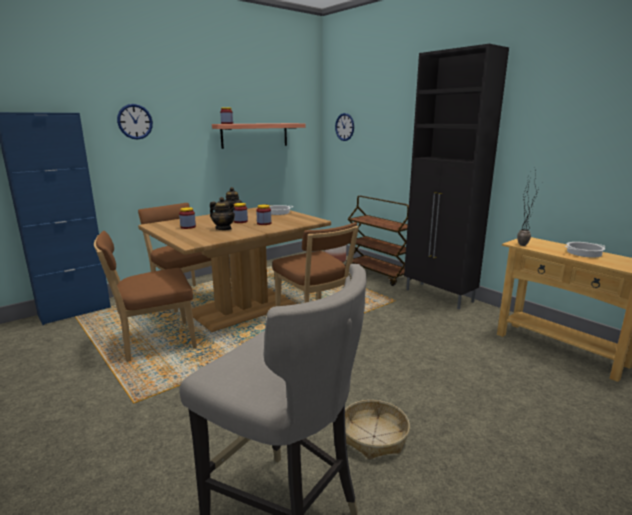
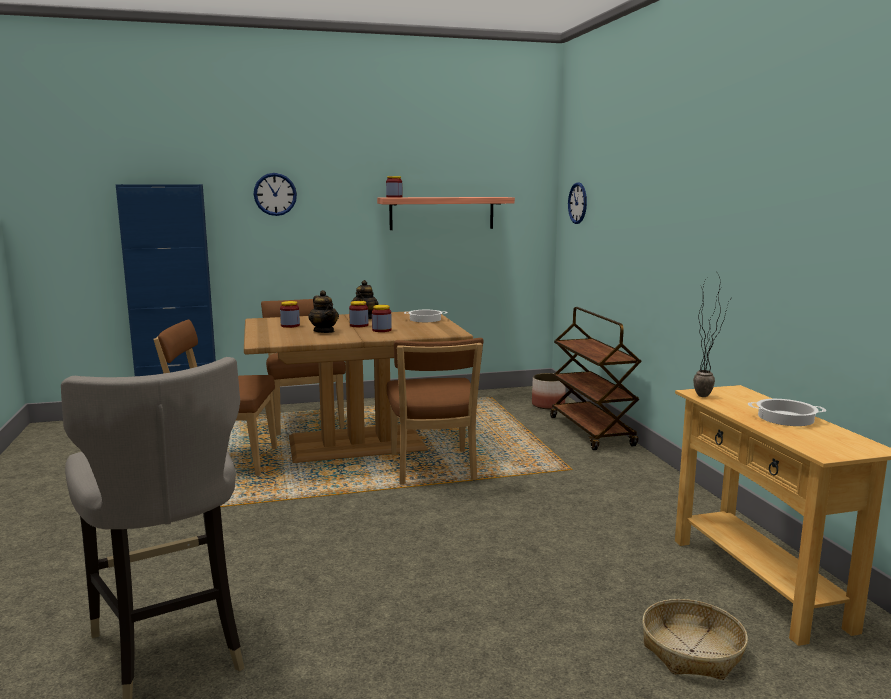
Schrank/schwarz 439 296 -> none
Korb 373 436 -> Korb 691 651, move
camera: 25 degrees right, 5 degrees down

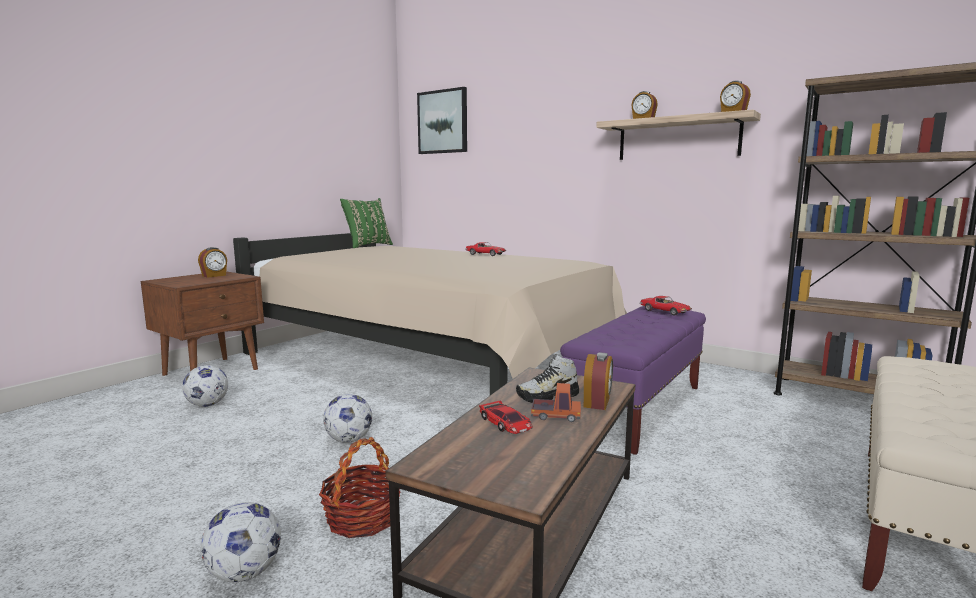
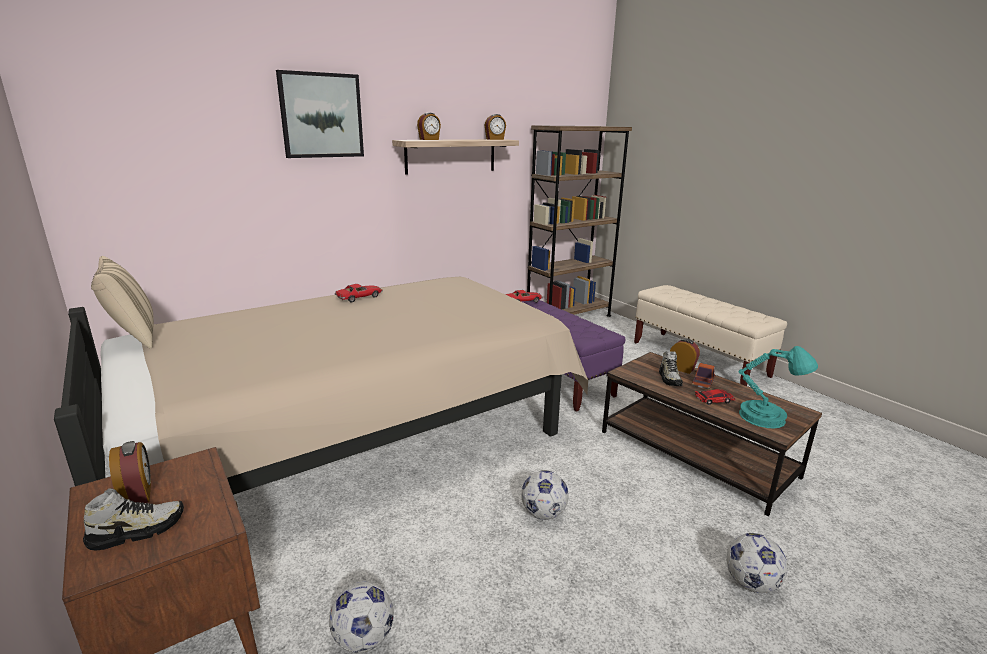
Bild 443 122 -> Bild 321 115, move
Kissen/grün 367 246 -> Kissen/beige 133 338
Korb 362 518 -> none
none -> Tischlampe/türkis 766 418
none -> Schuh 137 531
camera: 70 degrees left, 10 degrees up

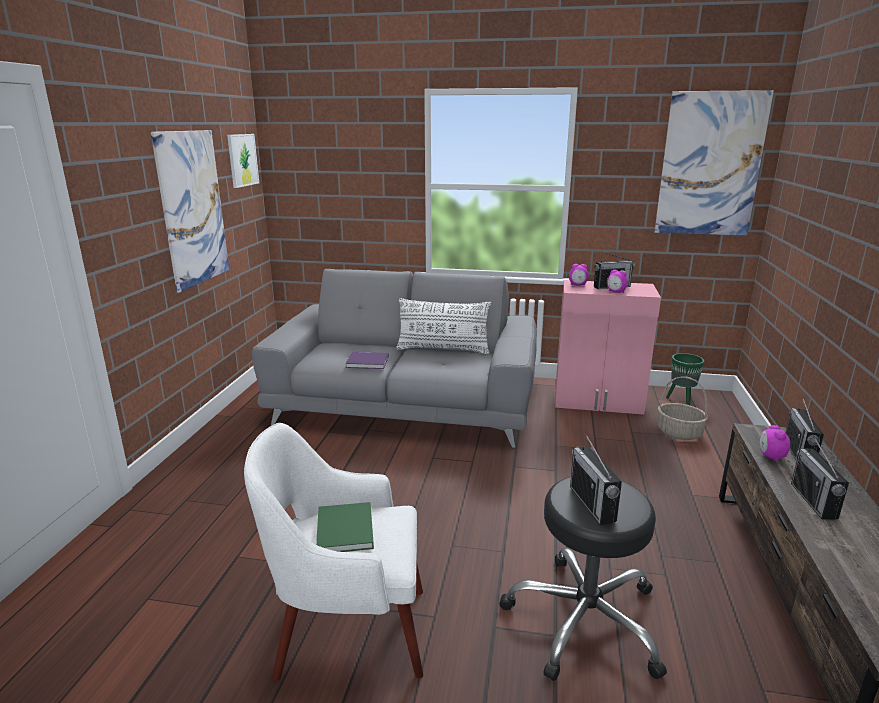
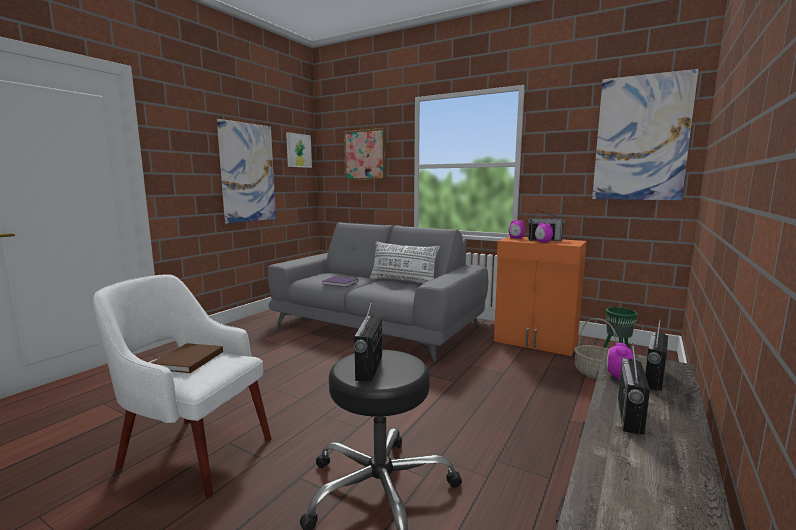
Schrank/rosa 598 401 -> Schrank/orange 535 342
Buch/grün 345 531 -> Buch/braun 187 360
none -> Bild 365 155
camera: 20 degrees right, 10 degrees down

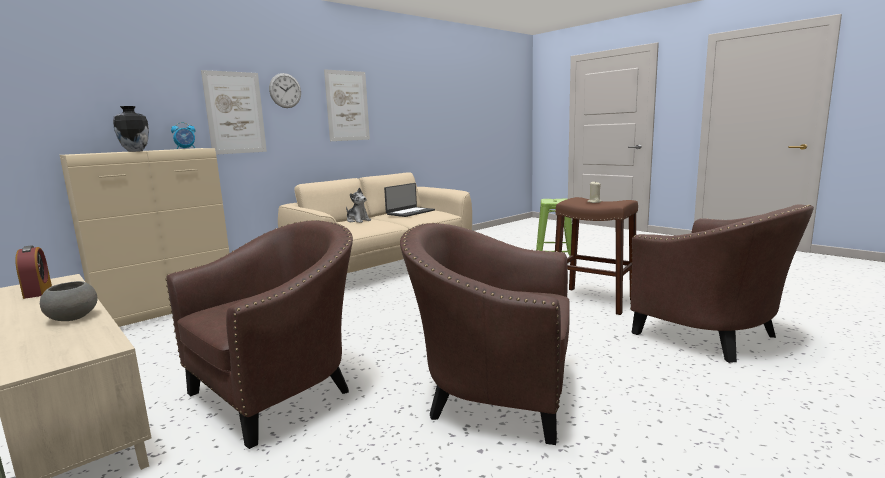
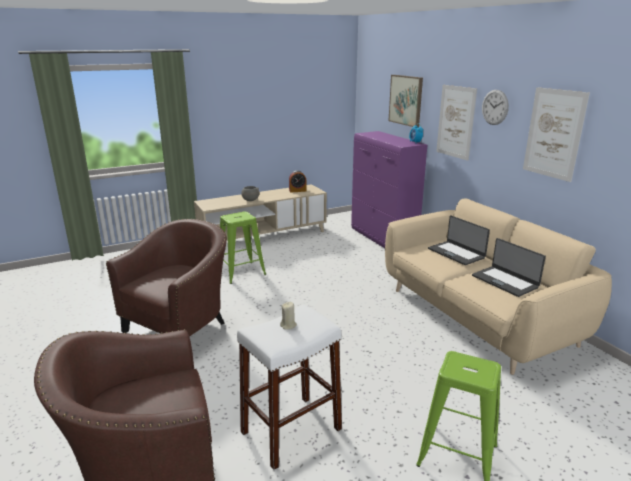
Vase 135 151 -> none
Schrank/beige 169 310 -> Schrank/lila 383 240
Plüschtier 358 220 -> Laptop 456 253
Hocker/braun 593 300 -> Hocker/weiß 291 430
Sessel/braun 280 391 -> Hocker/grün 242 272
none -> Bild 406 100
camera: 105 degrees right, 10 degrees up

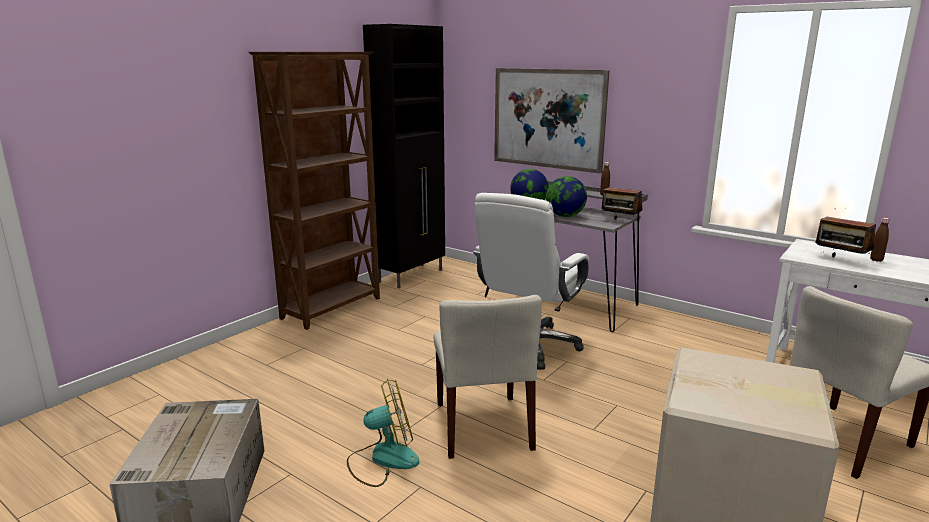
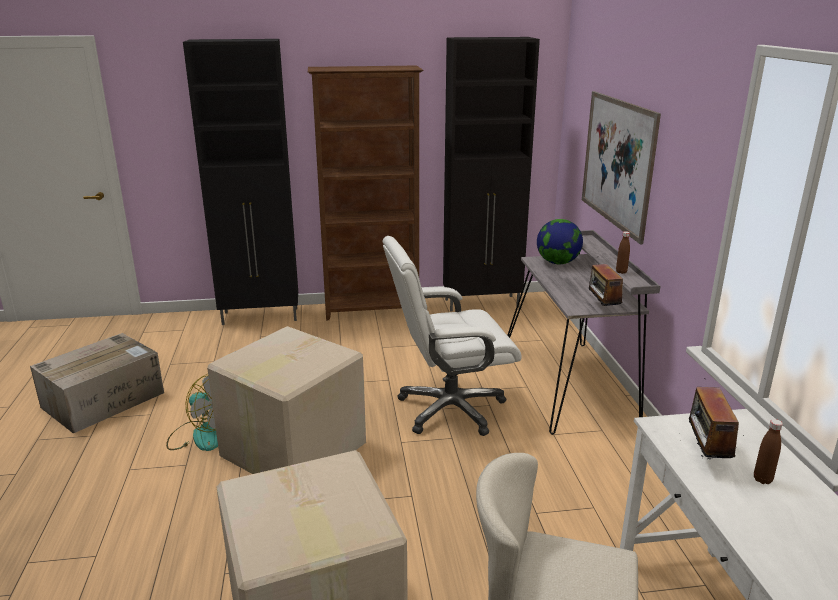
Globus 565 216 -> none
Stuhl/beige 483 426 -> Karton 291 450
none -> Schrank/schwarz 261 316
camera: 45 degrees right, 5 degrees up

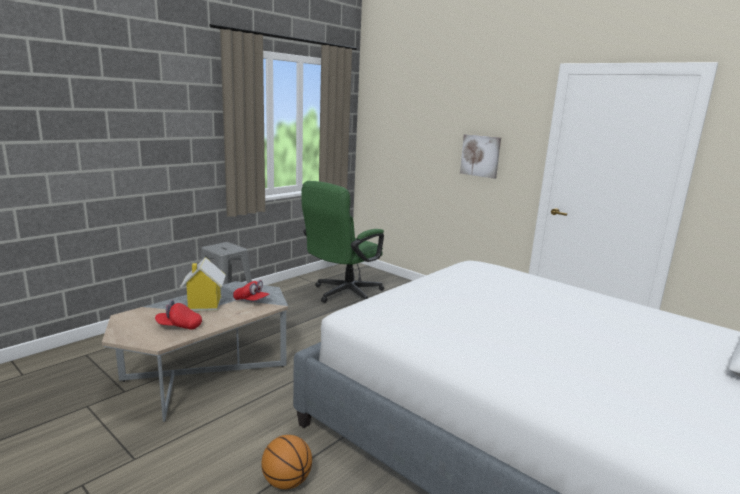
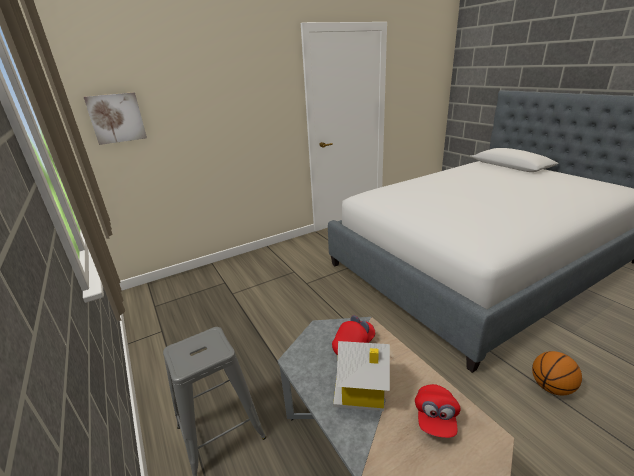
Bild 480 156 -> Bild 116 118, move
Bürostuhl/grün 342 294 -> none
camera: 70 degrees left, 10 degrees up

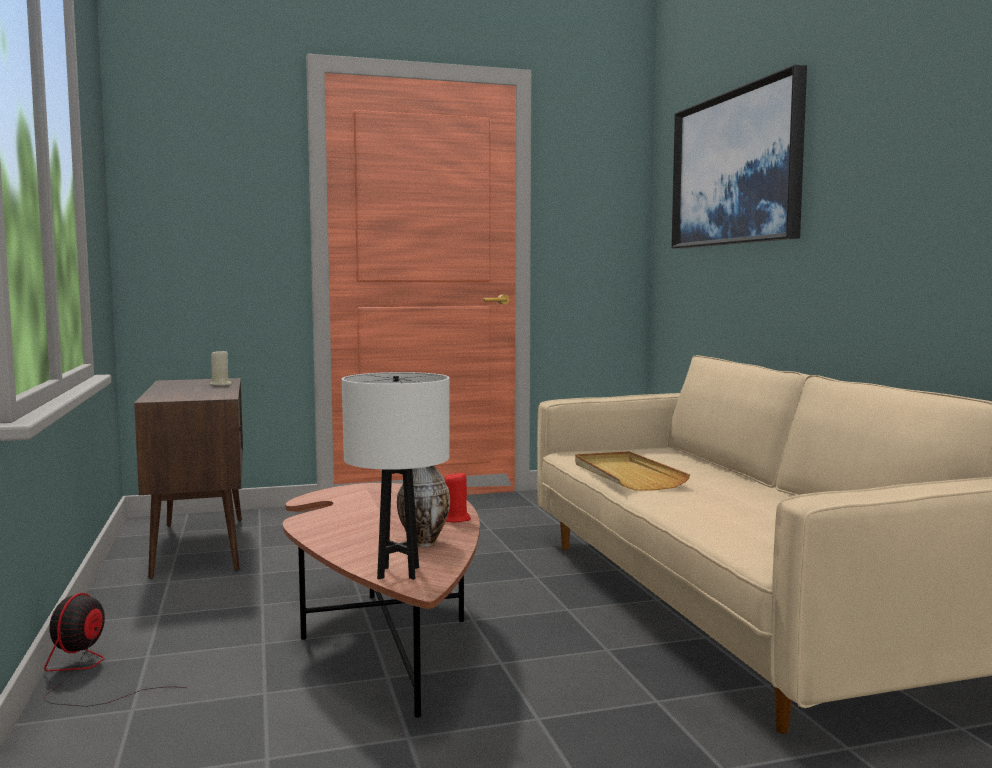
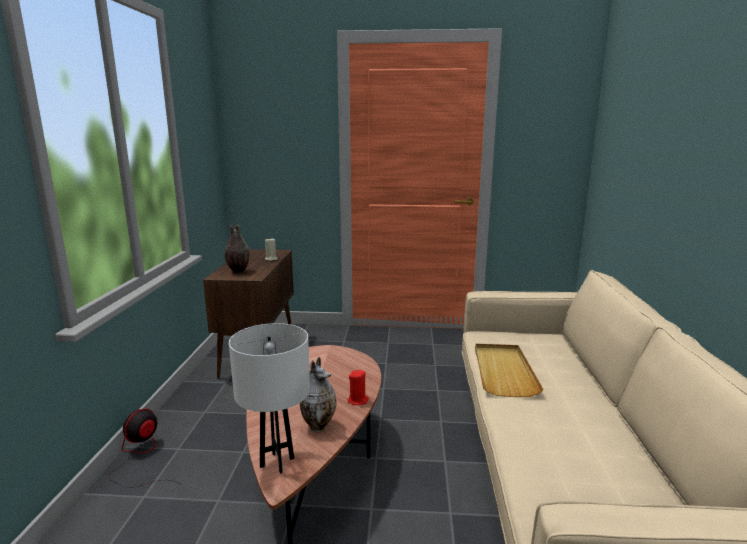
Bild 736 169 -> none
none -> Vase 238 272
camera: 20 degrees right, 10 degrees up

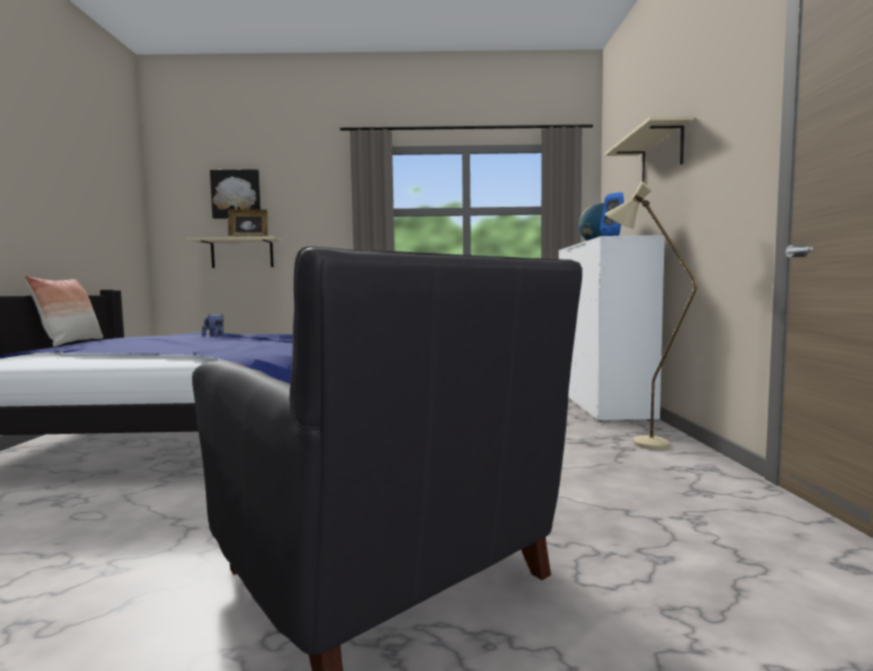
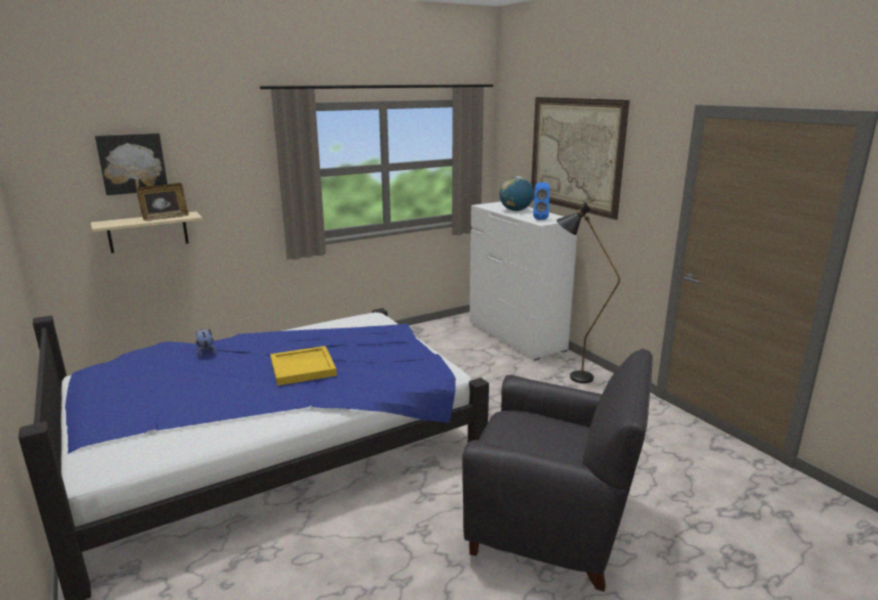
Wandregal/beige 661 155 -> Bild 575 154
Stehlampe/beige 638 441 -> Stehlampe/schwarz 572 377
Kissen 71 343 -> none
none -> Tablett/gelb 303 367
camera: 30 degrees left, 15 degrees up

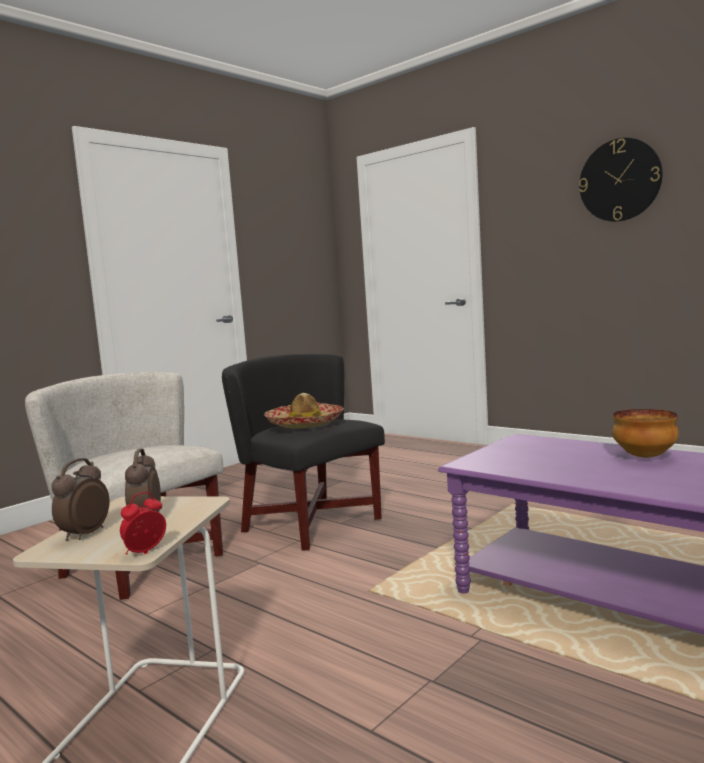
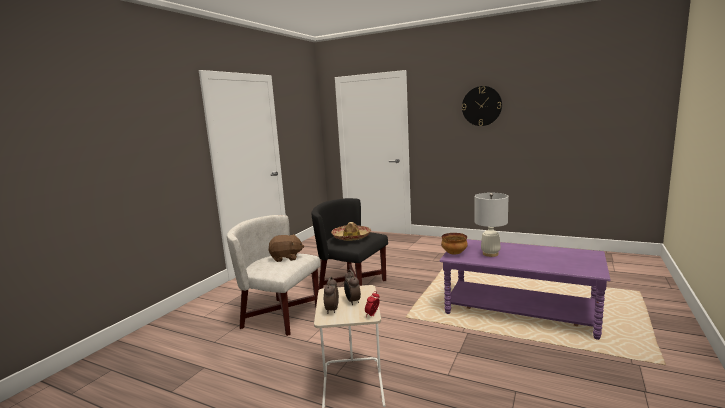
Schüssel 644 456 -> Schüssel 454 253, move
none -> Tischlampe/weiß 490 254
none -> Plüschtier/braun 286 258
camera: 15 degrees left, 5 degrees up

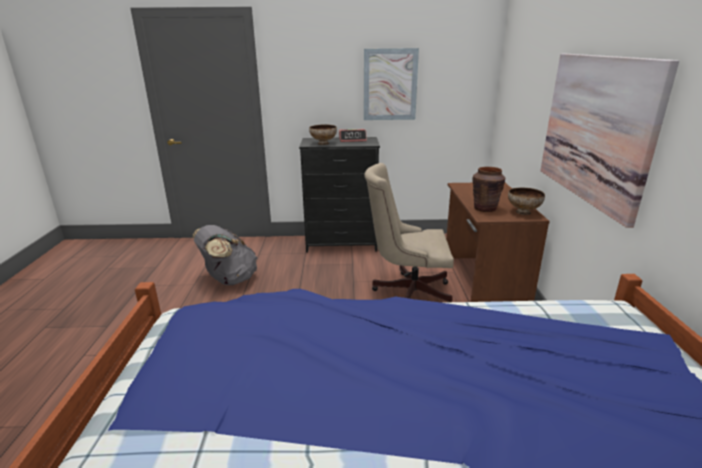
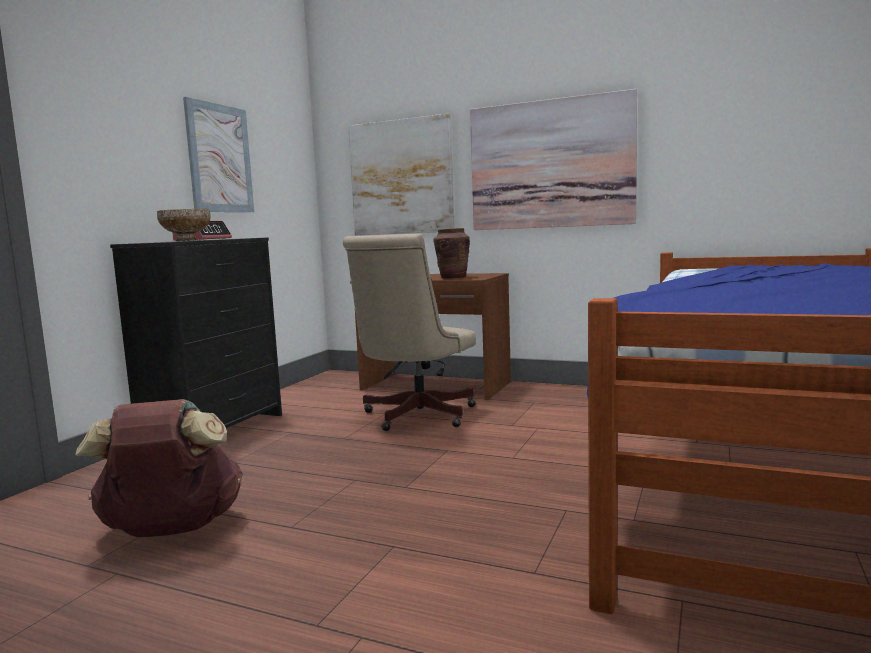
Schüssel 523 212 -> none
Rucksack/grau 229 280 -> Rucksack/braun 171 530
none -> Bild 401 177
camera: 65 degrees left, 15 degrees down

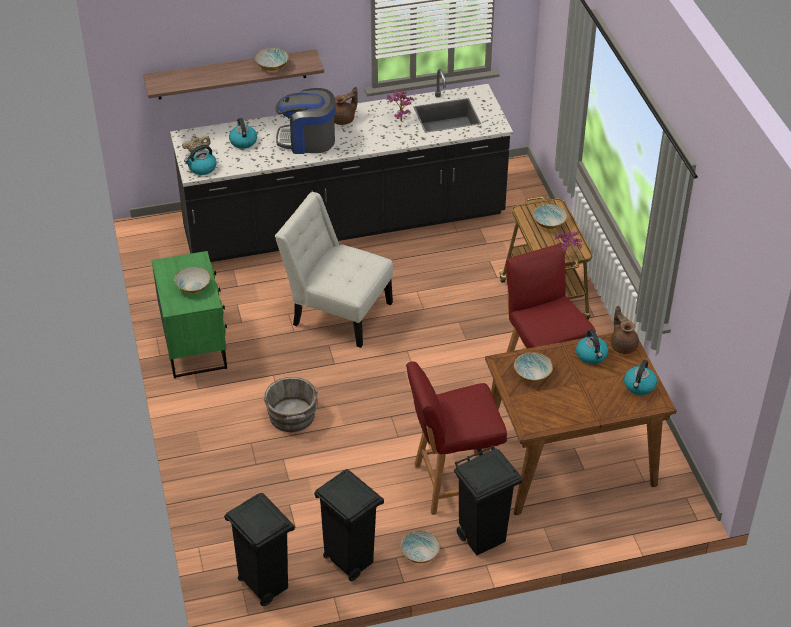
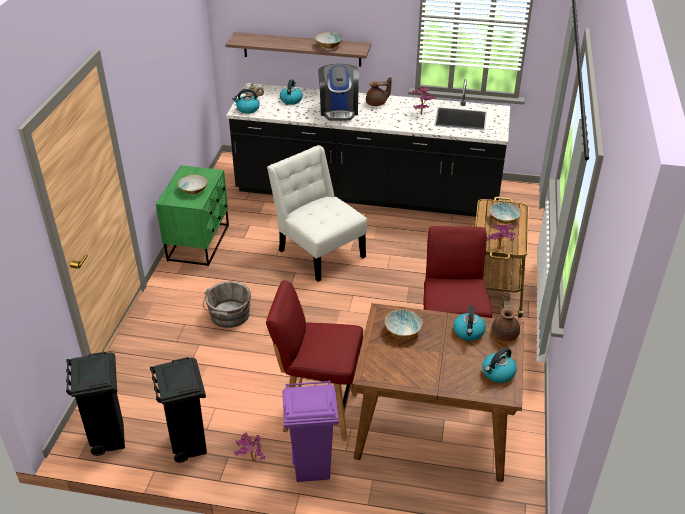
Kaffeemaschine 307 140 -> Kaffeemaschine 339 110, 120 degrees counterclockwise
Mülleimer/schwarz 483 538 -> Mülleimer/lila 313 468
Schüssel 420 553 -> Topfpflanze 250 461
camera: 25 degrees right, 5 degrees down

